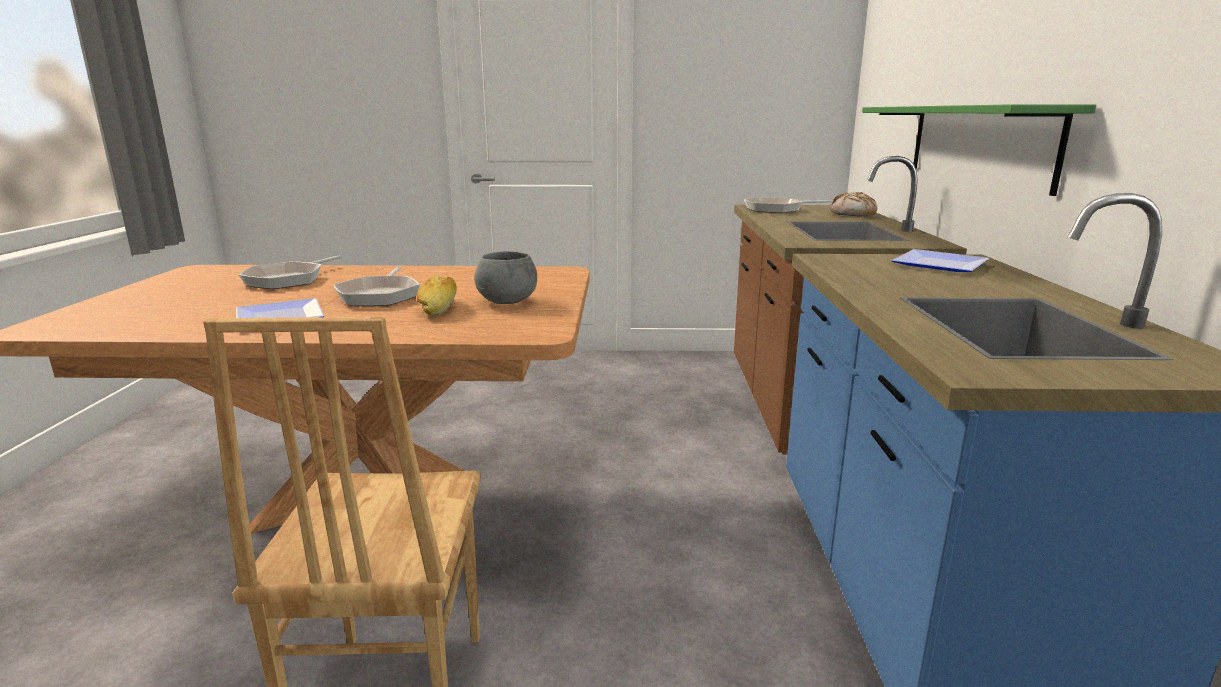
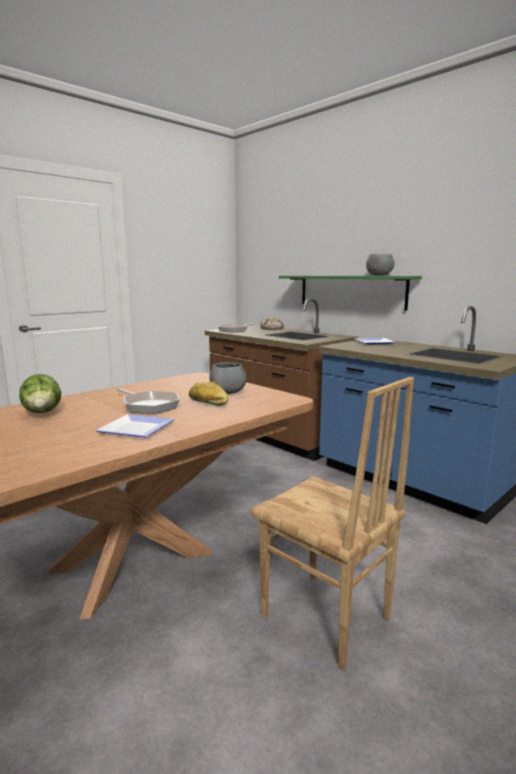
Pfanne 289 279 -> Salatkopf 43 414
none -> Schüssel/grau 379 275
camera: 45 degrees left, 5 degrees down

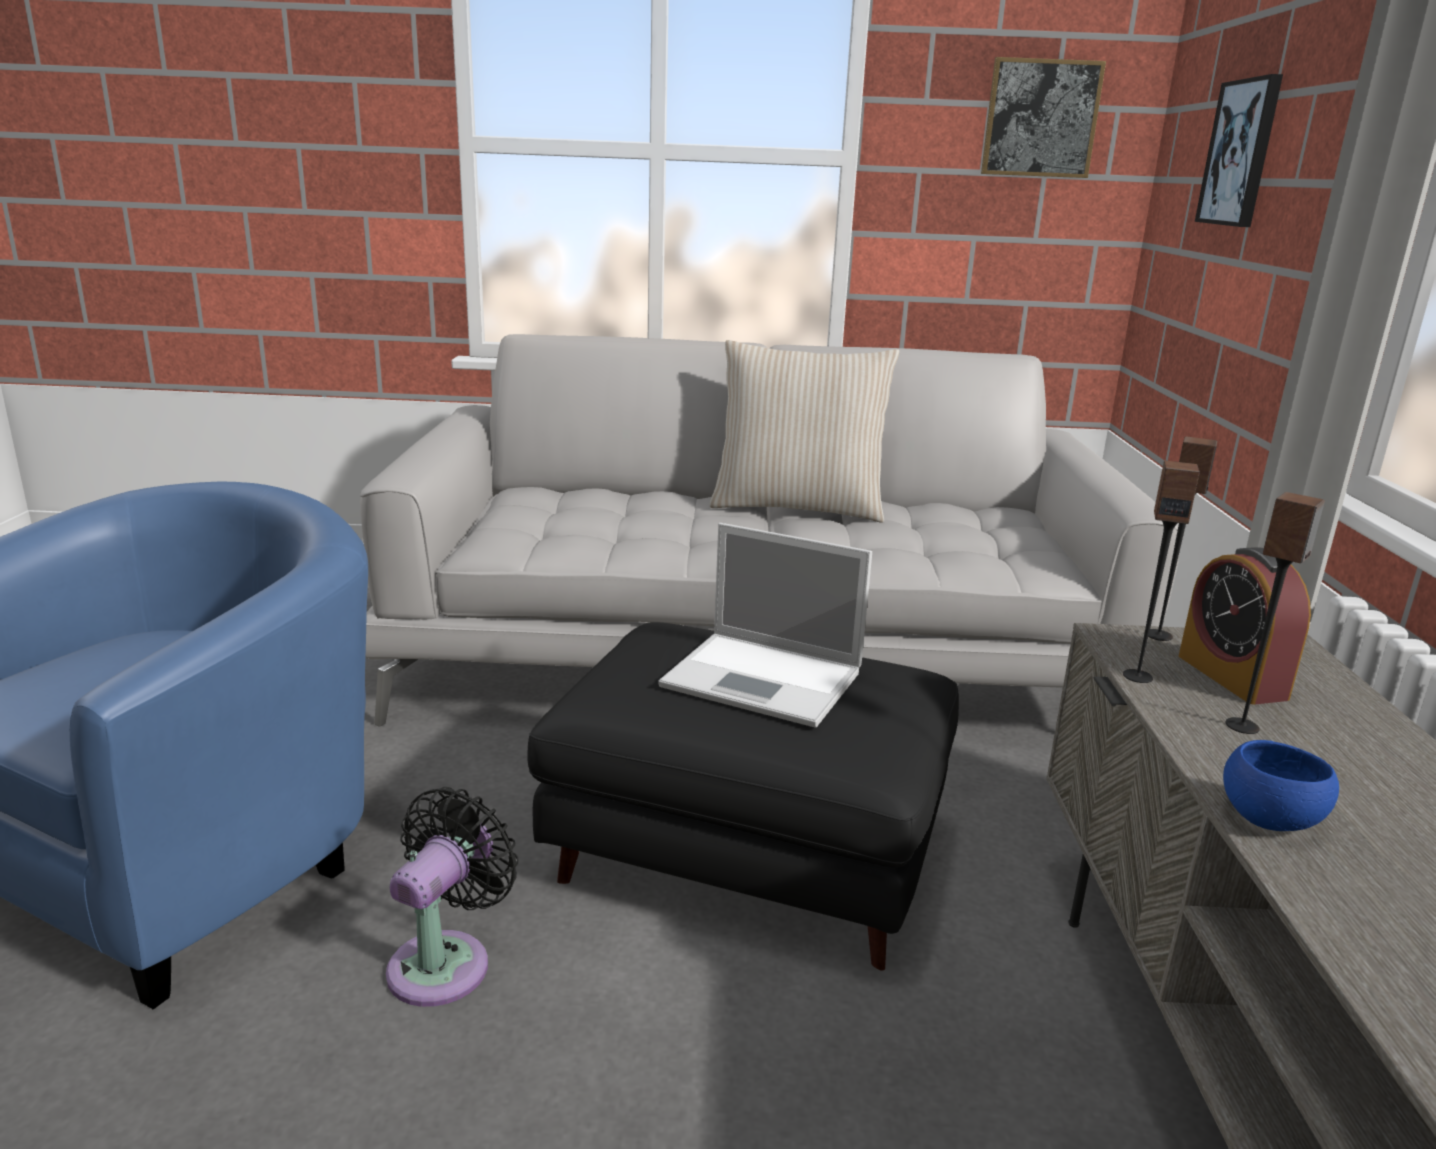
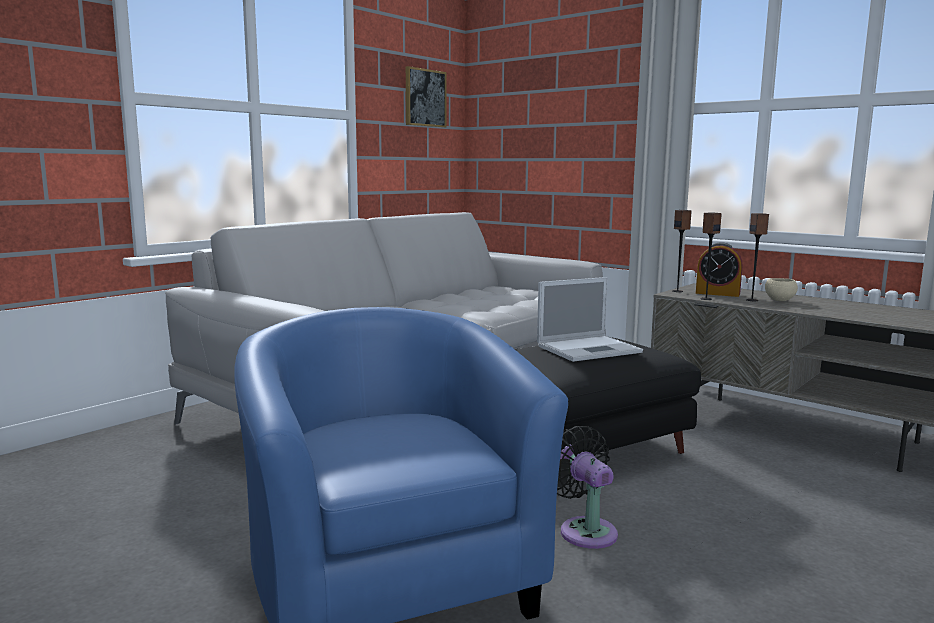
Bild 1241 153 -> none
Kissen/beige 798 507 -> none
Schüssel/blau 1269 820 -> none
none -> Schüssel/beige 780 300
camera: 50 degrees left, 10 degrees down

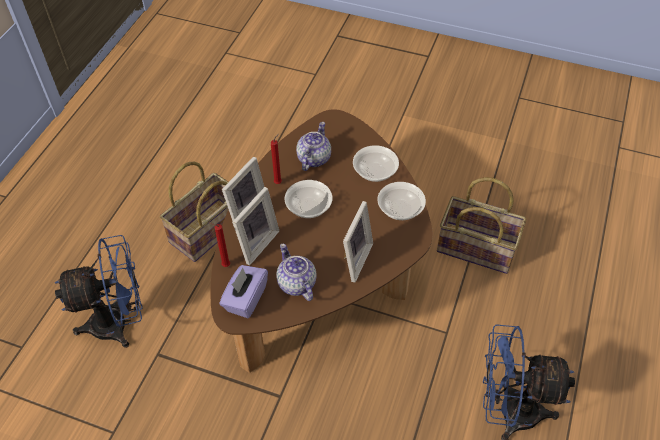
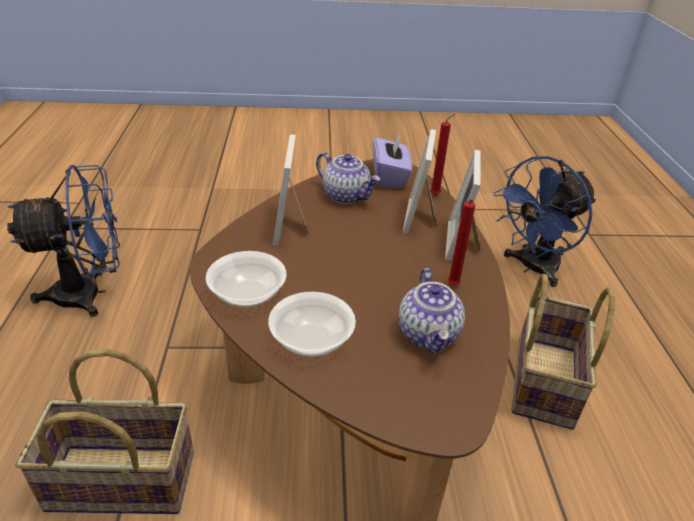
Schüssel 308 207 -> none
camera: 155 degrees right, 15 degrees down

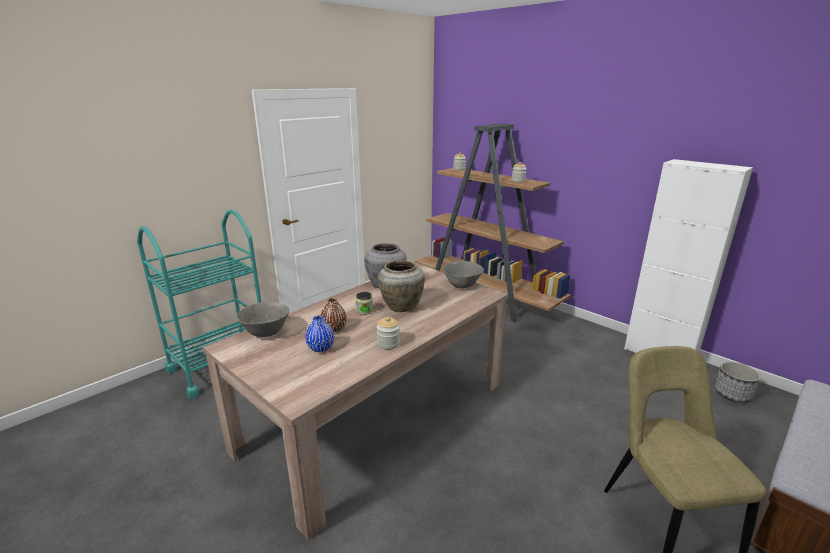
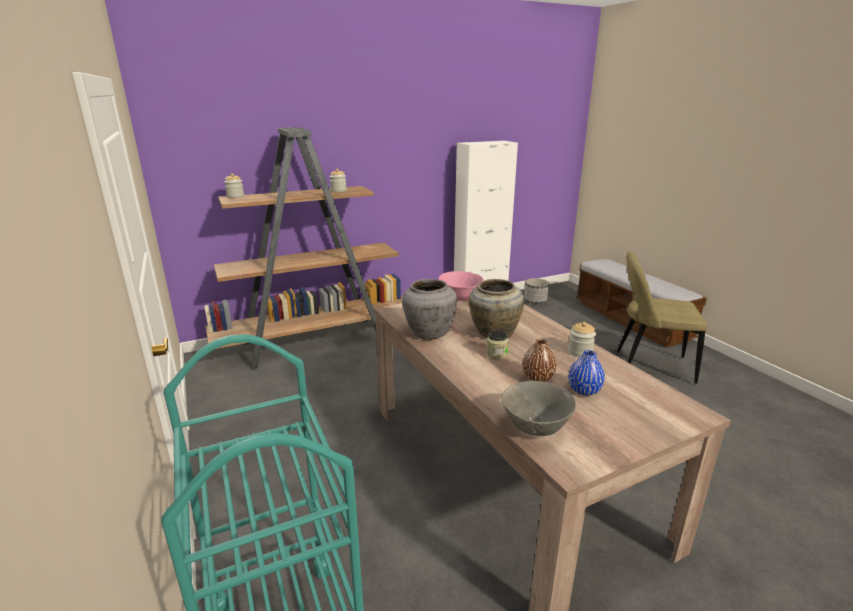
Schüssel/grau 462 285 -> Schüssel/rosa 460 298
camera: 70 degrees left, 0 degrees up

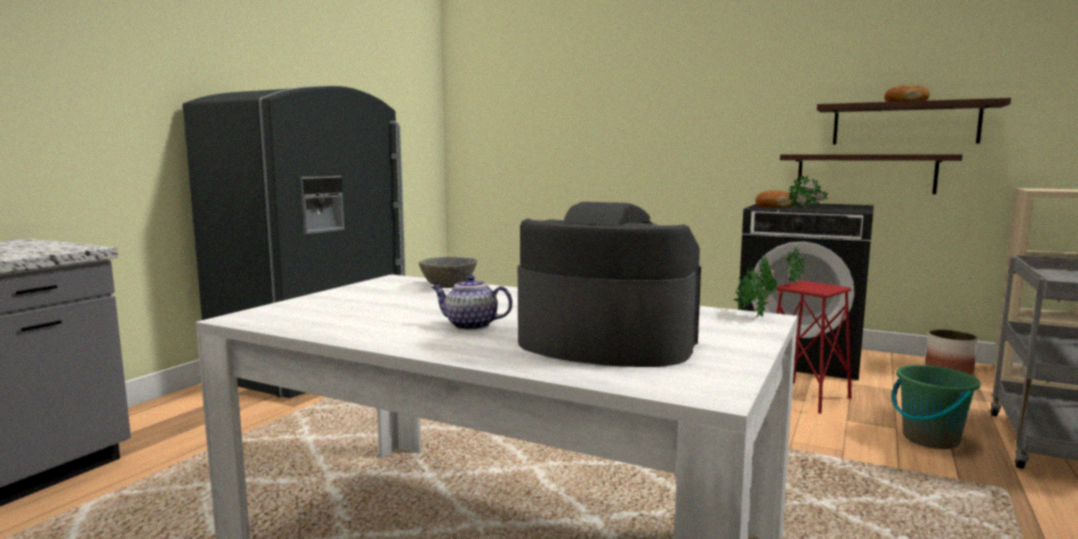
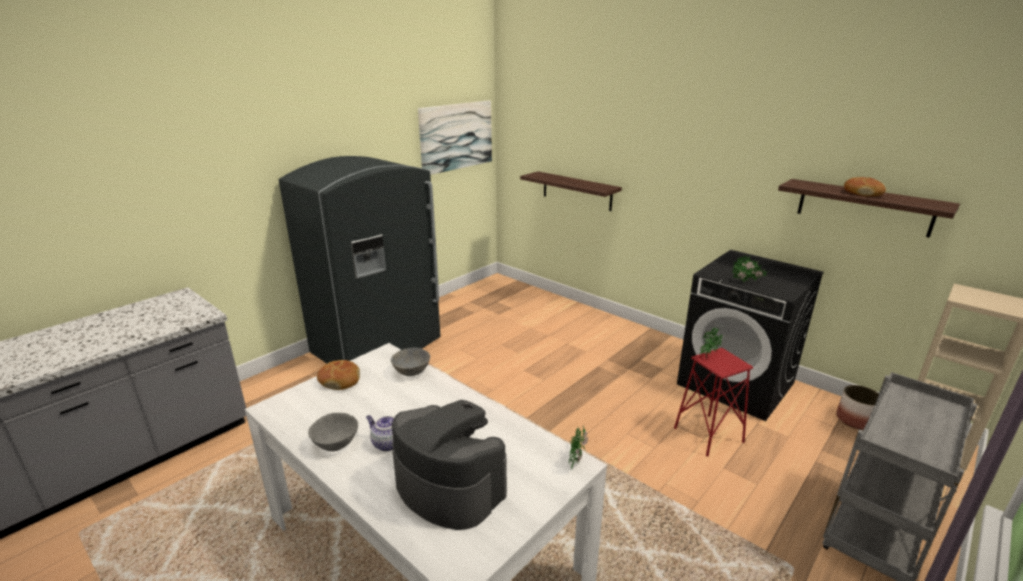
Wandregal 865 173 -> Wandregal 576 191, move
Brot 774 206 -> Brot 340 380, move
Eimer/grün 930 439 -> none
none -> Bild 456 136
none -> Schüssel/grau 336 444
camera: 15 degrees right, 15 degrees up

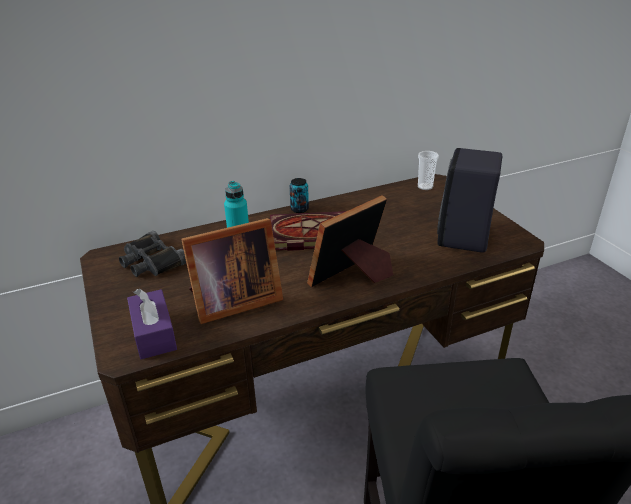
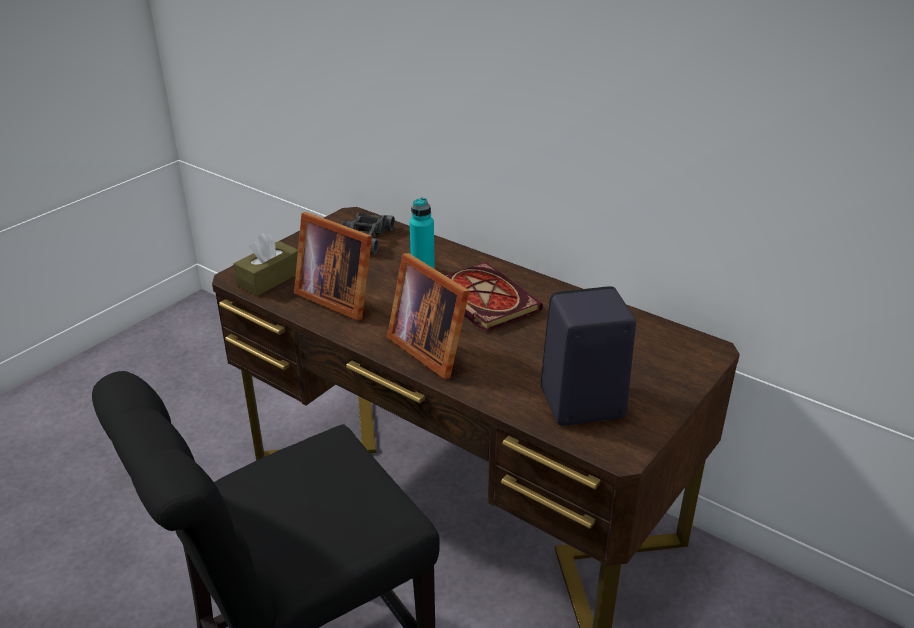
Tasse 425 187 -> none
Dose 299 209 -> none
Bilderrahmen 353 276 -> Bilderrahmen 430 348, 150 degrees counterclockwise
Taschentuchbox/lila 154 334 -> Taschentuchbox/braun 269 279
camera: 60 degrees right, 0 degrees up

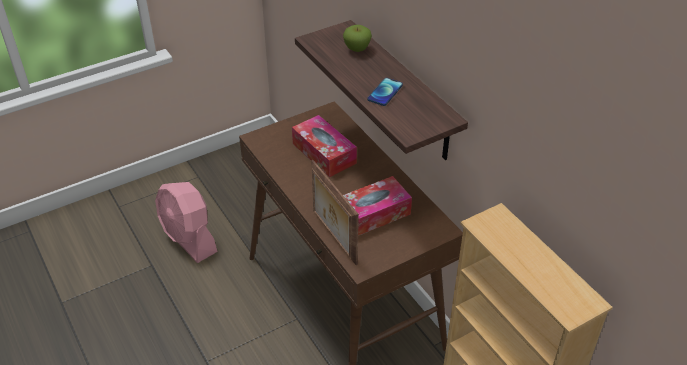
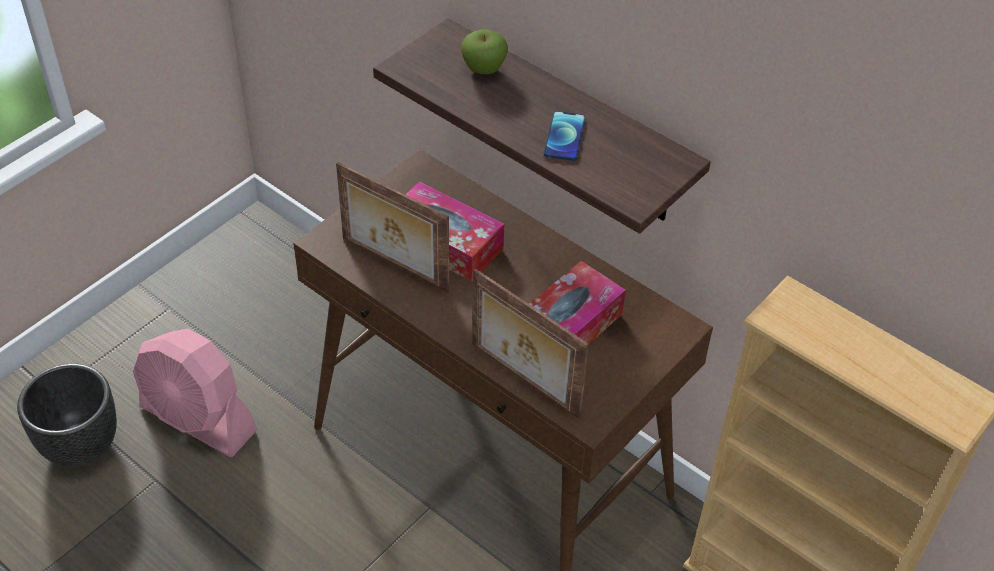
none -> Bilderrahmen 393 266
none -> Pflanzkübel/schwarz 82 447
camera: 20 degrees left, 5 degrees up

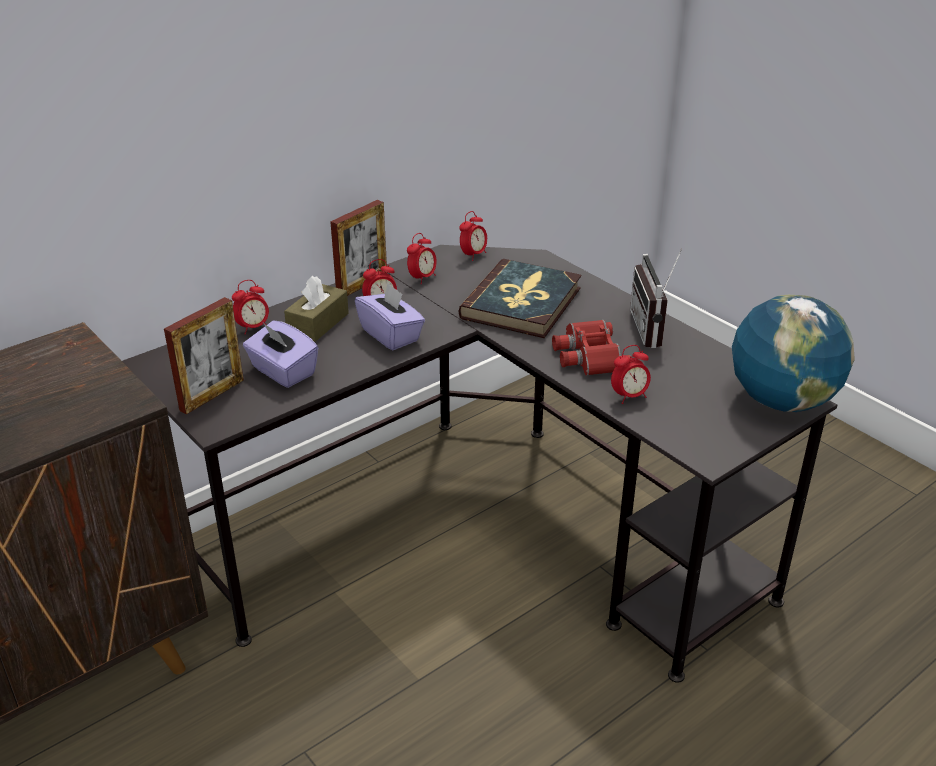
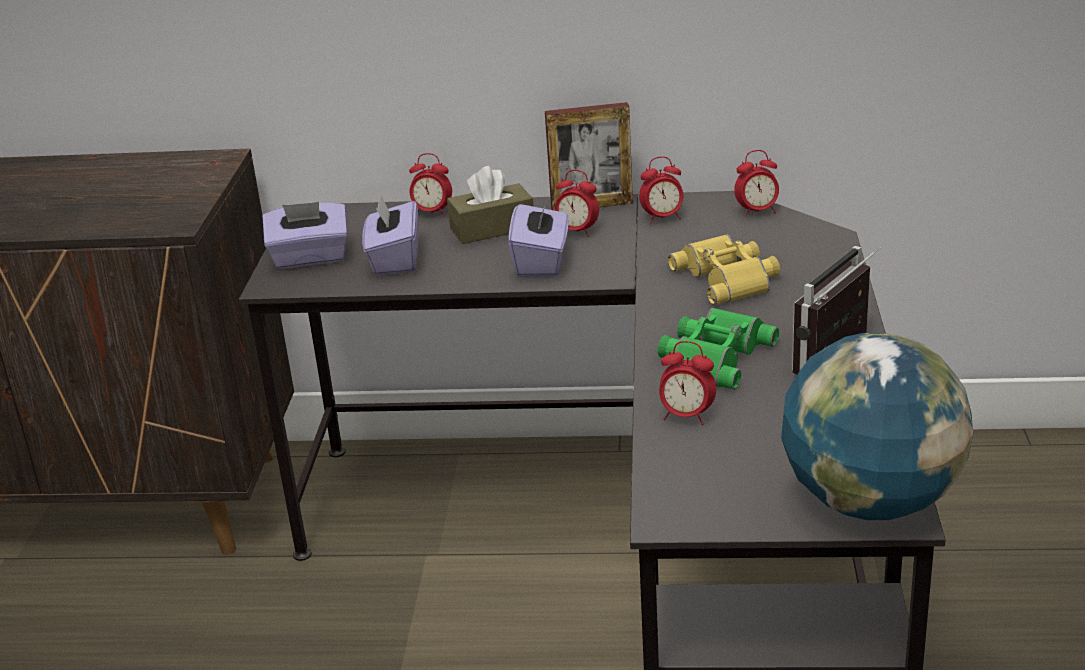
Buch 522 303 -> Fernglas/gelb 729 278
Bilderrahmen 212 395 -> Taschentuchbox/lila 310 258
Fernglas/rot 588 355 -> Fernglas/grün 713 356
camera: 45 degrees right, 5 degrees down

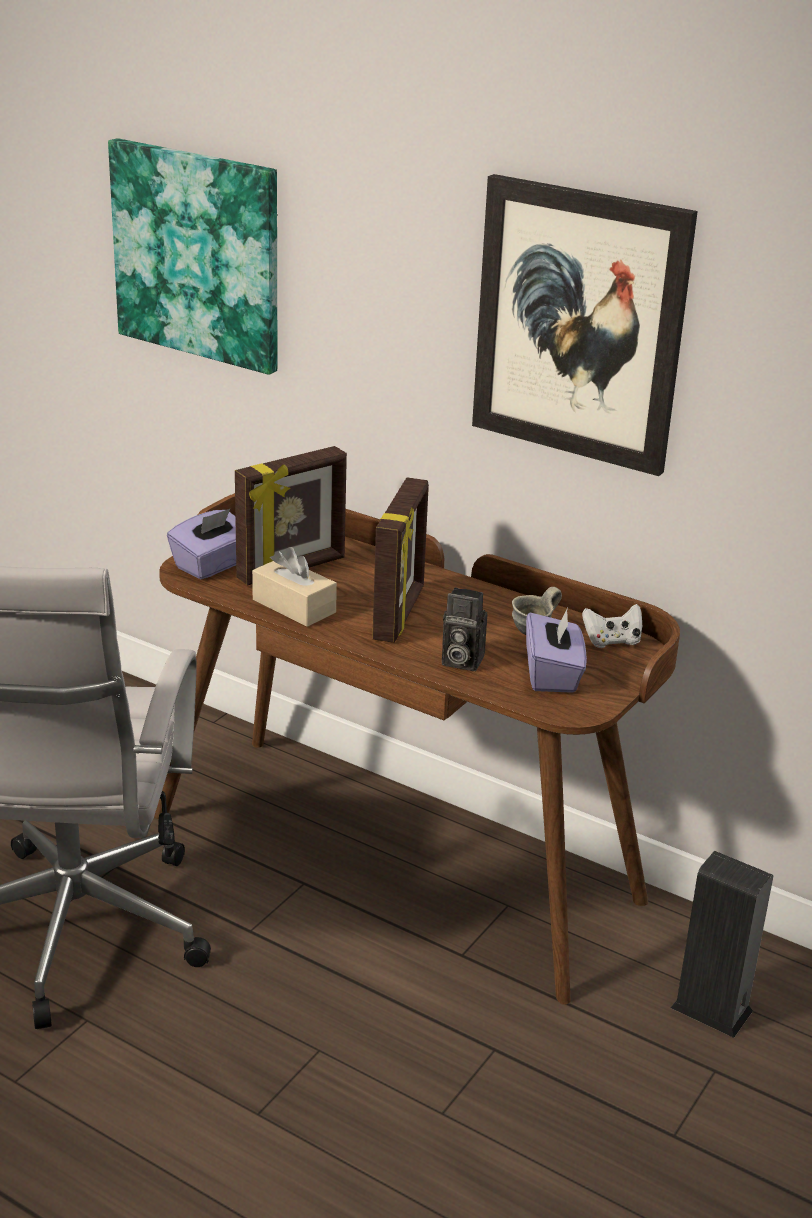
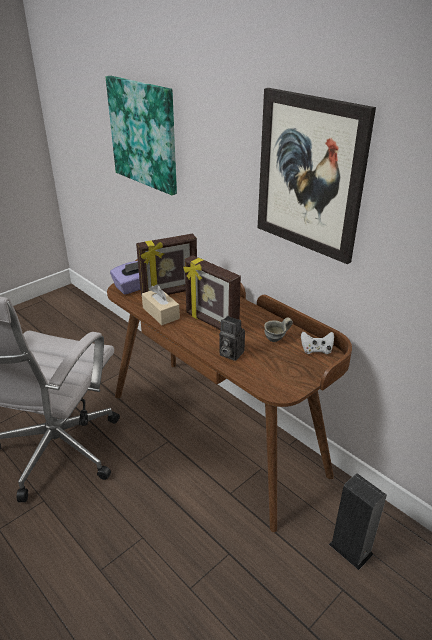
Bilderrahmen 400 614 -> Bilderrahmen 211 323, 105 degrees clockwise
Taschentuchbox/lila 552 675 -> none
camera: 15 degrees right, 5 degrees up

